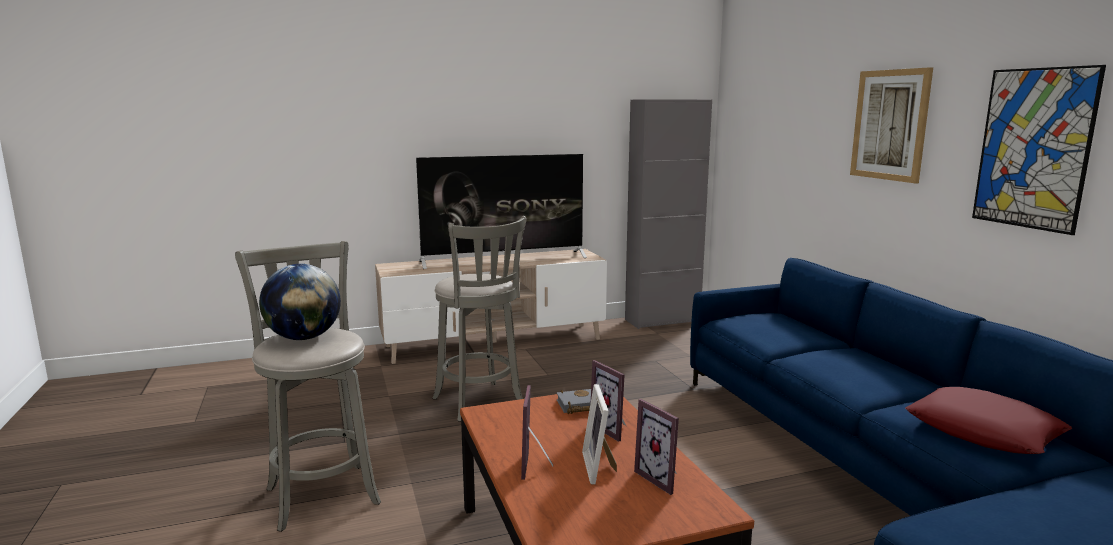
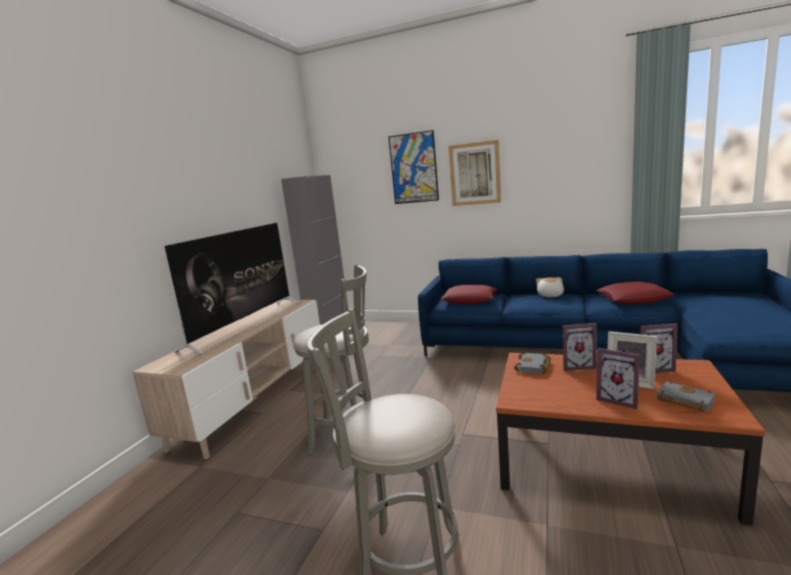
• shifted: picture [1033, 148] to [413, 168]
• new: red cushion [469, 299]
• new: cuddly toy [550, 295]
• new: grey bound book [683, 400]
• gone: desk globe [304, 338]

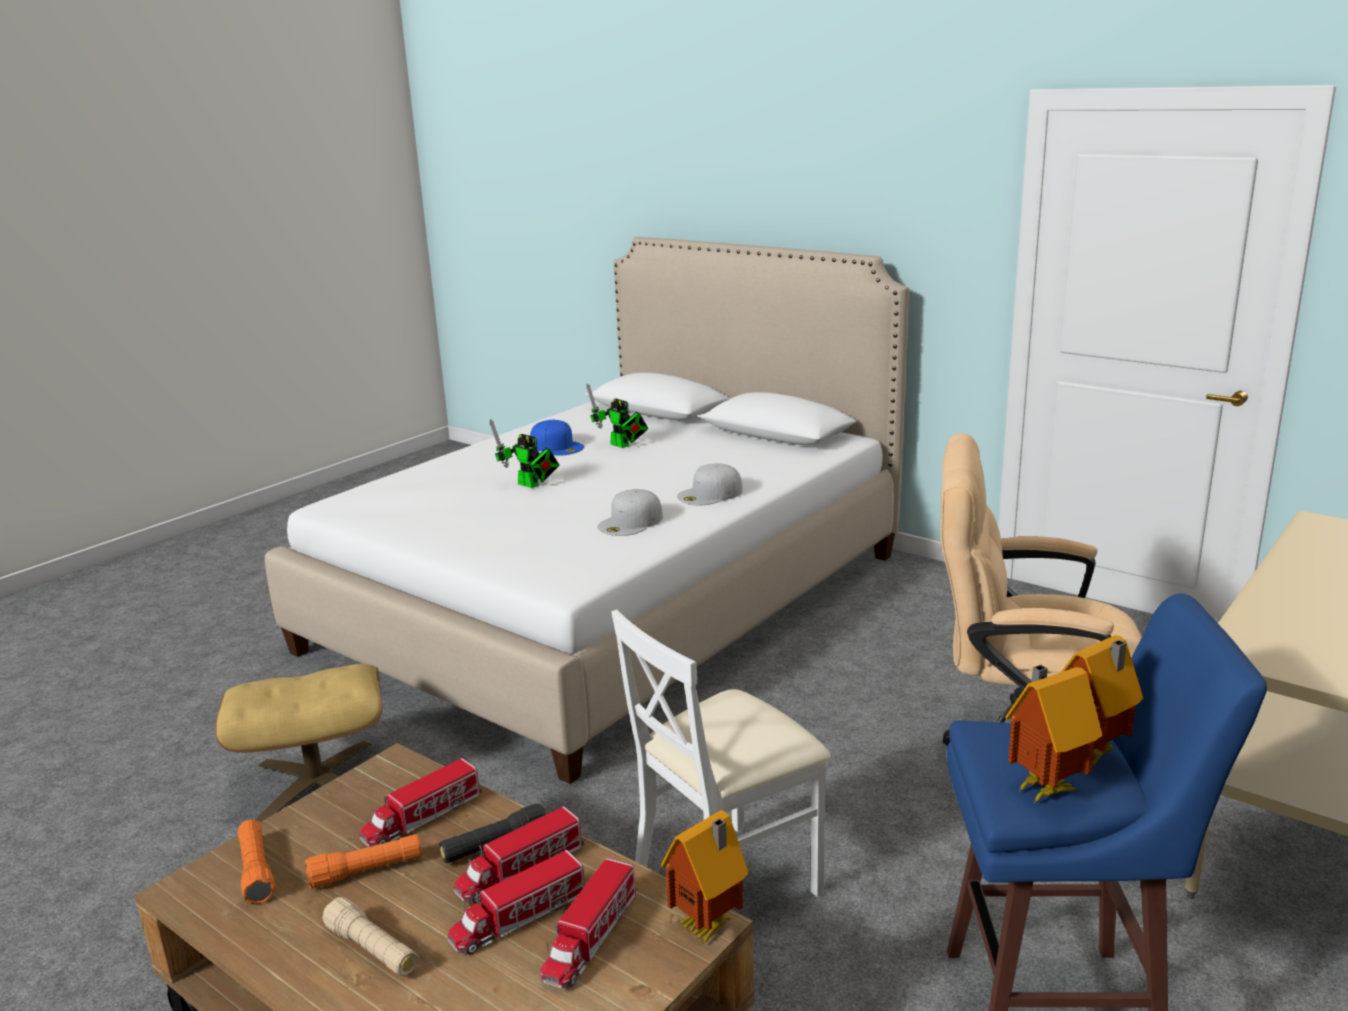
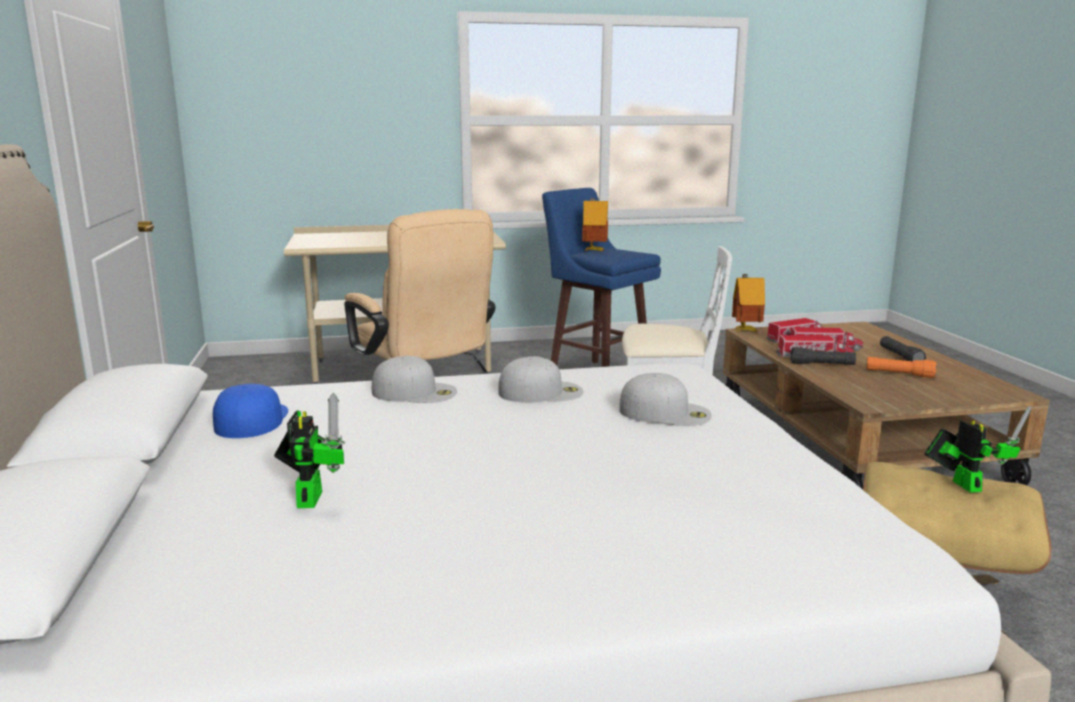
• shifted: blue peaked cap [557, 446] to [250, 420]
• new: whitish peaked cap [665, 412]
• repainted: beige flashlight [372, 950] to black flashlight [900, 357]
• shifted: robot figure [531, 485] to [963, 484]
• gone: orangey flashlight [256, 871]
• gone: model truck [422, 818]
• gone: model house [1043, 788]

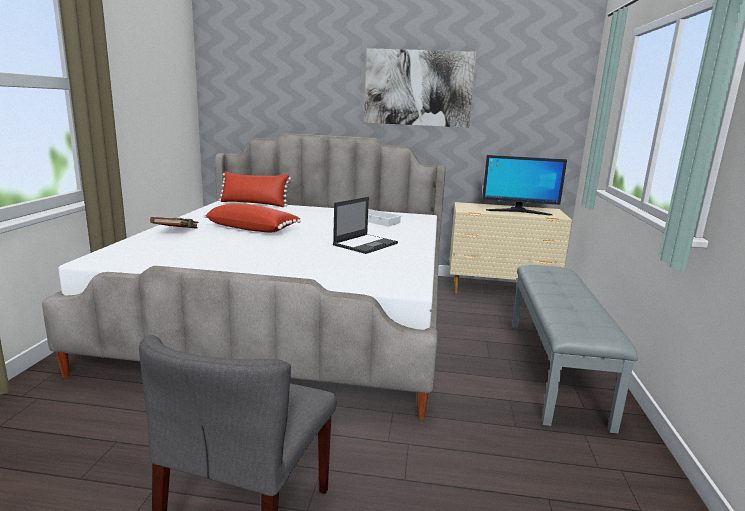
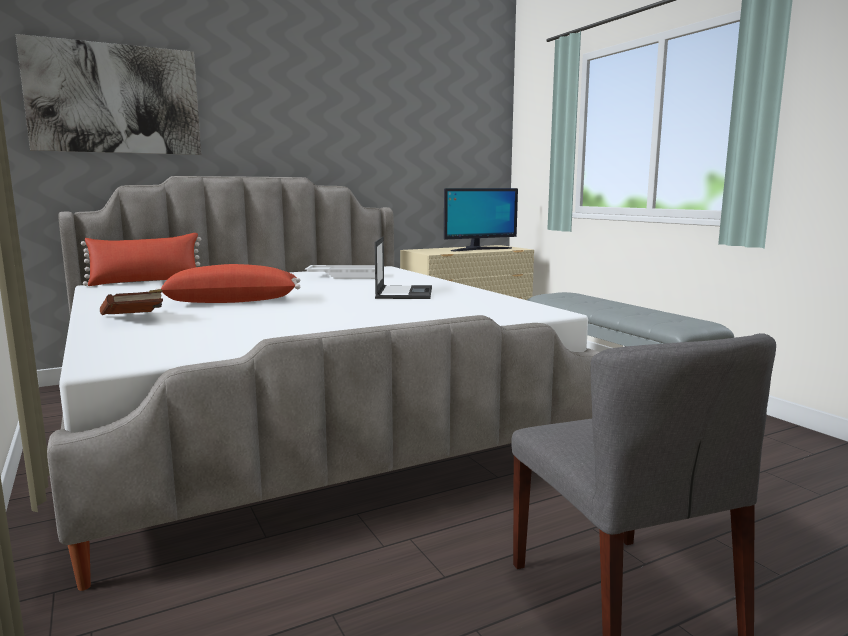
• shifted: picture [418, 88] to [115, 99]

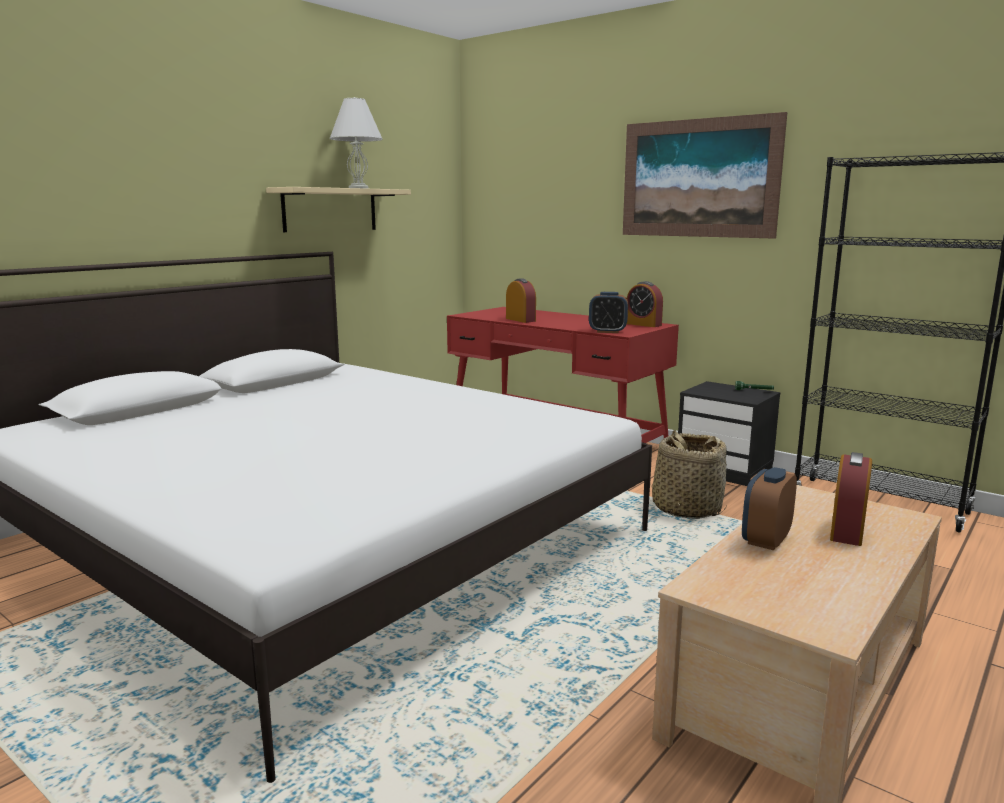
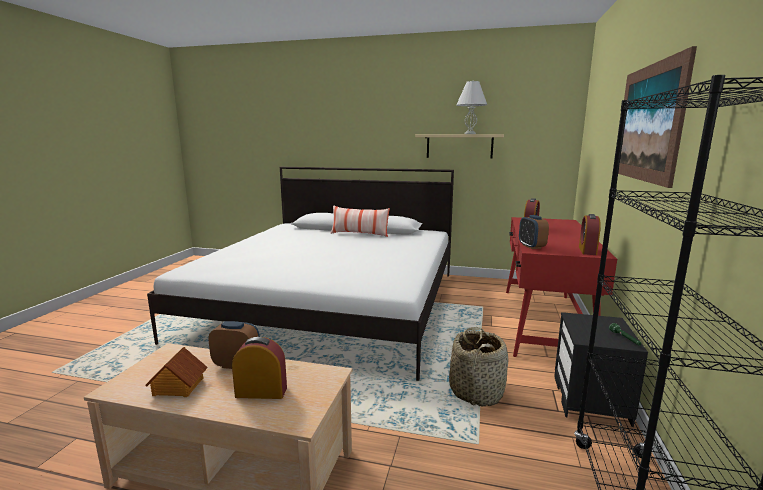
• new: model house [178, 387]
• new: cushion [359, 234]

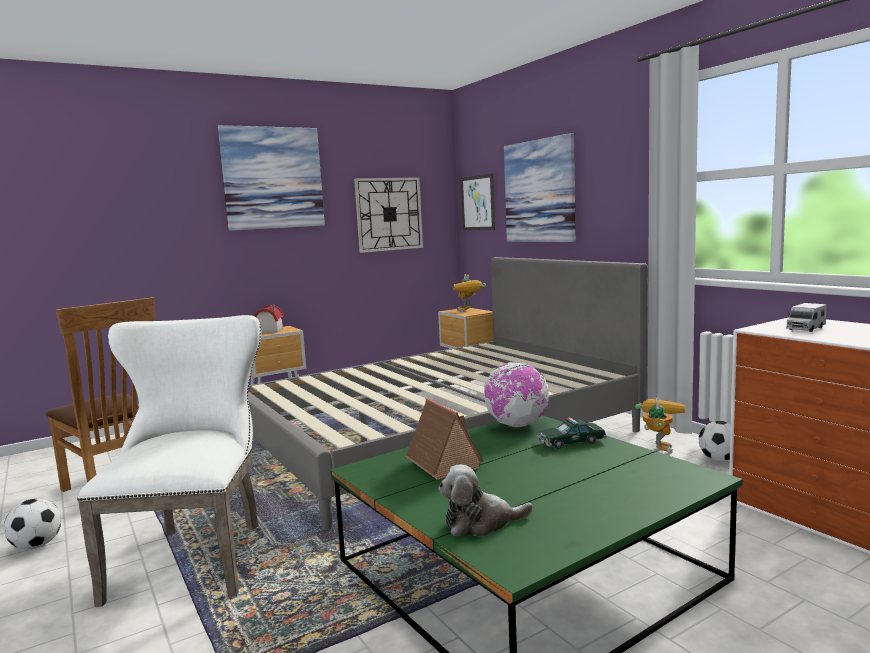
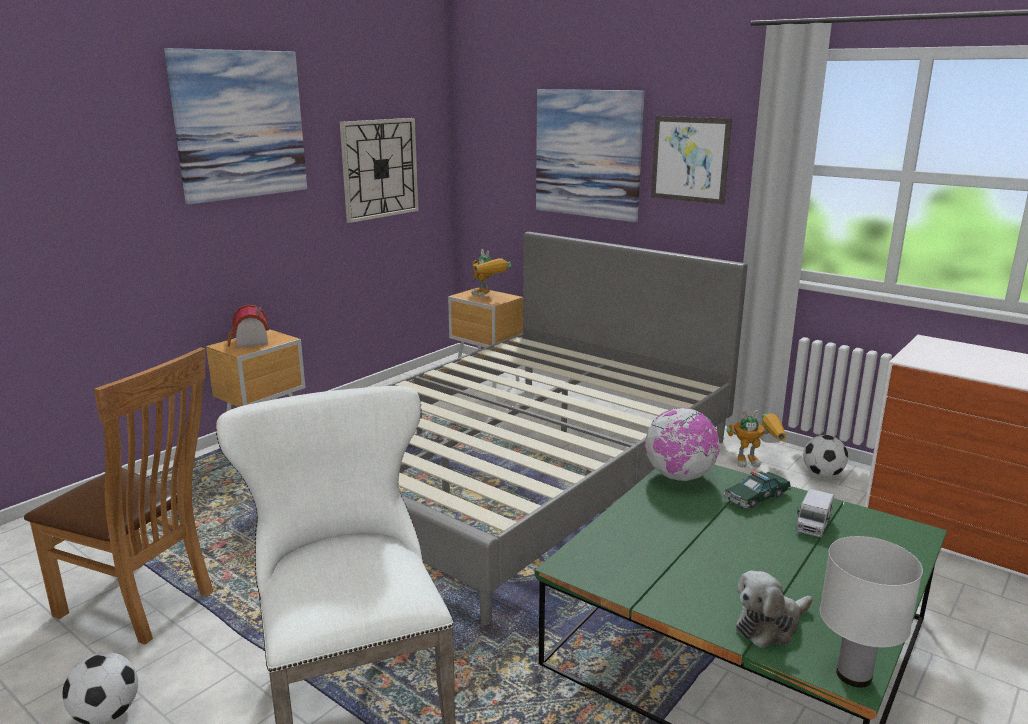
• shifted: picture [478, 203] to [690, 159]
• rotated: robot figure [658, 446] = [755, 461] 90 degrees clockwise
• shifted: model truck [805, 328] to [813, 525]
• new: whitish lamp for a table [854, 676]
• gone: model house [442, 463]

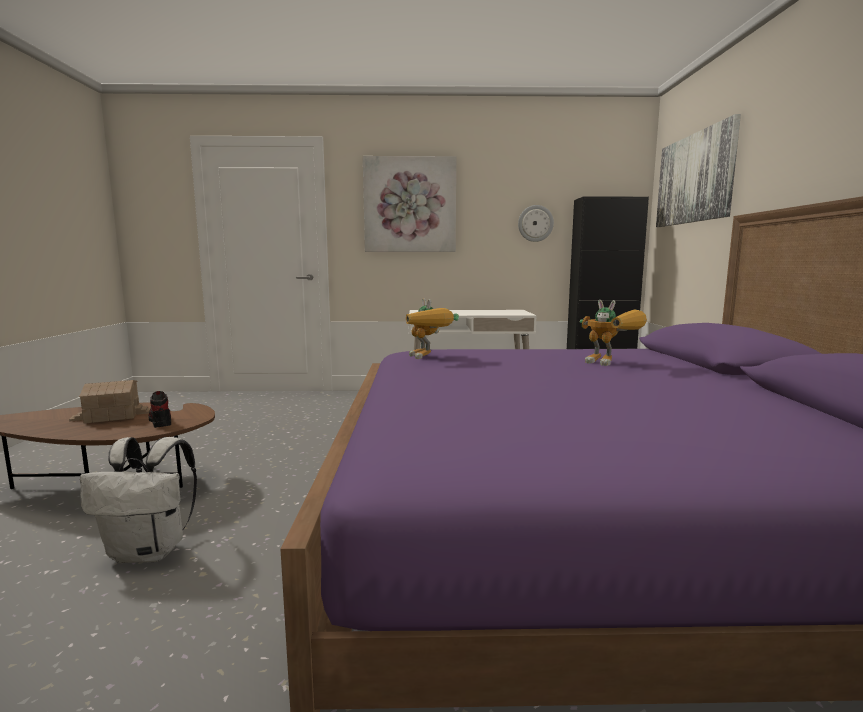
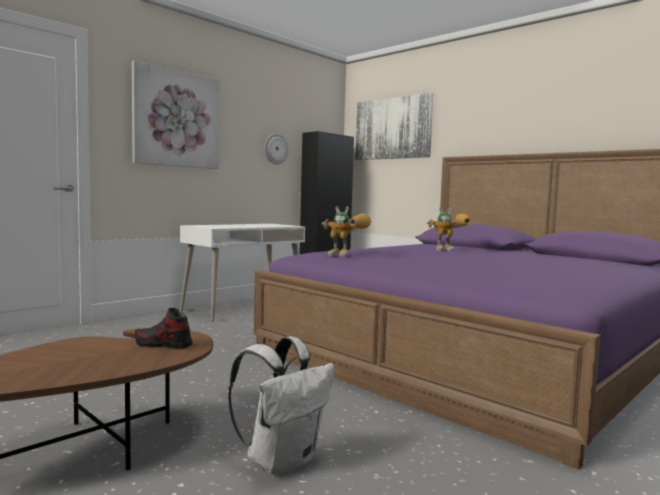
• gone: model house [113, 415]

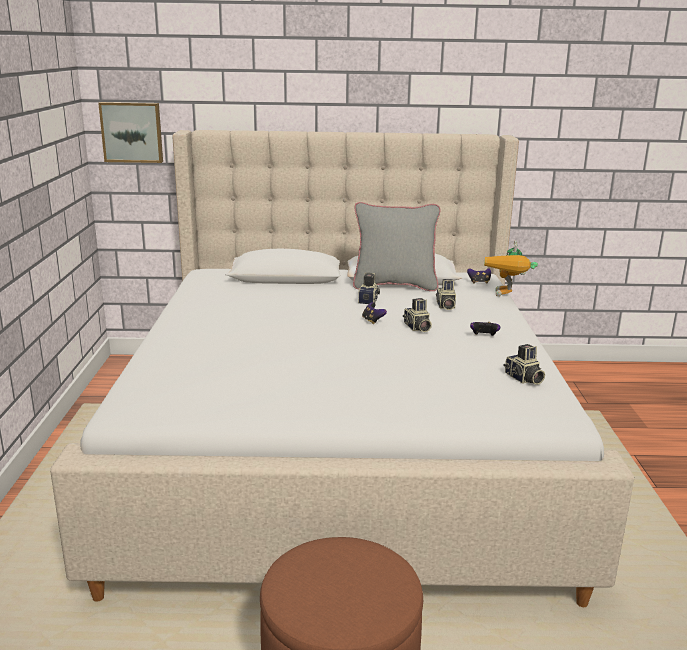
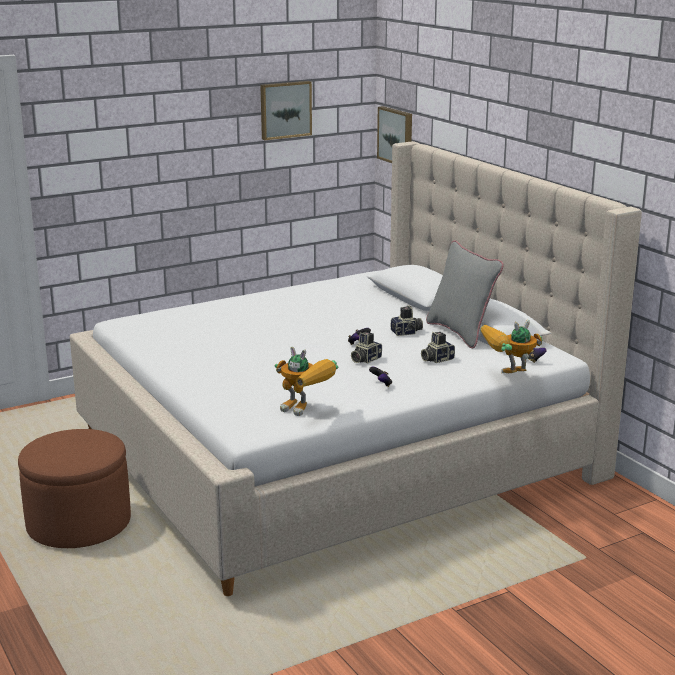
• new: picture [285, 109]
• swapped: photo camera [523, 379] to robot figure [306, 411]

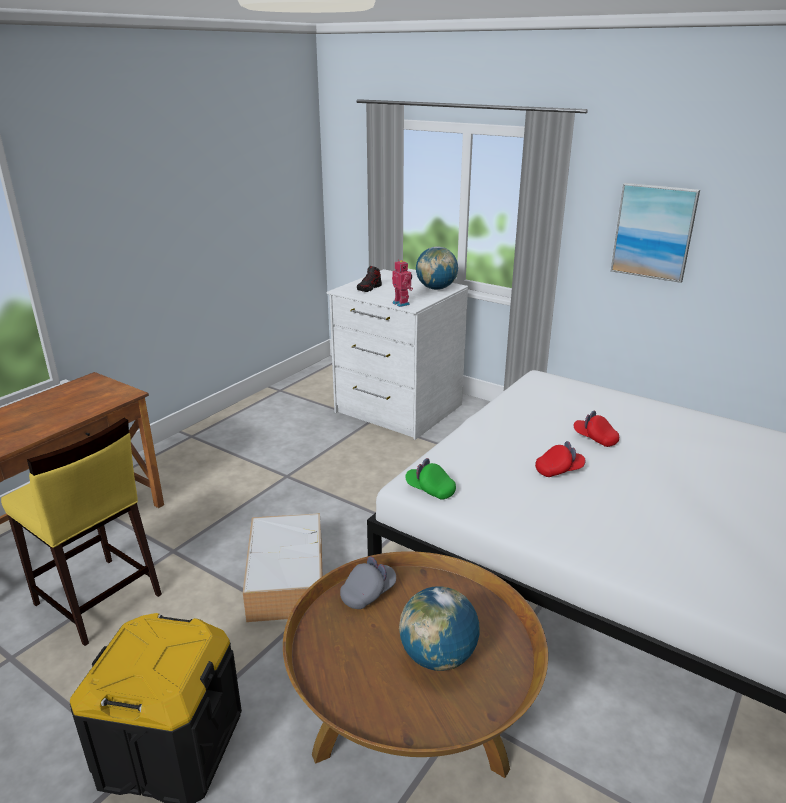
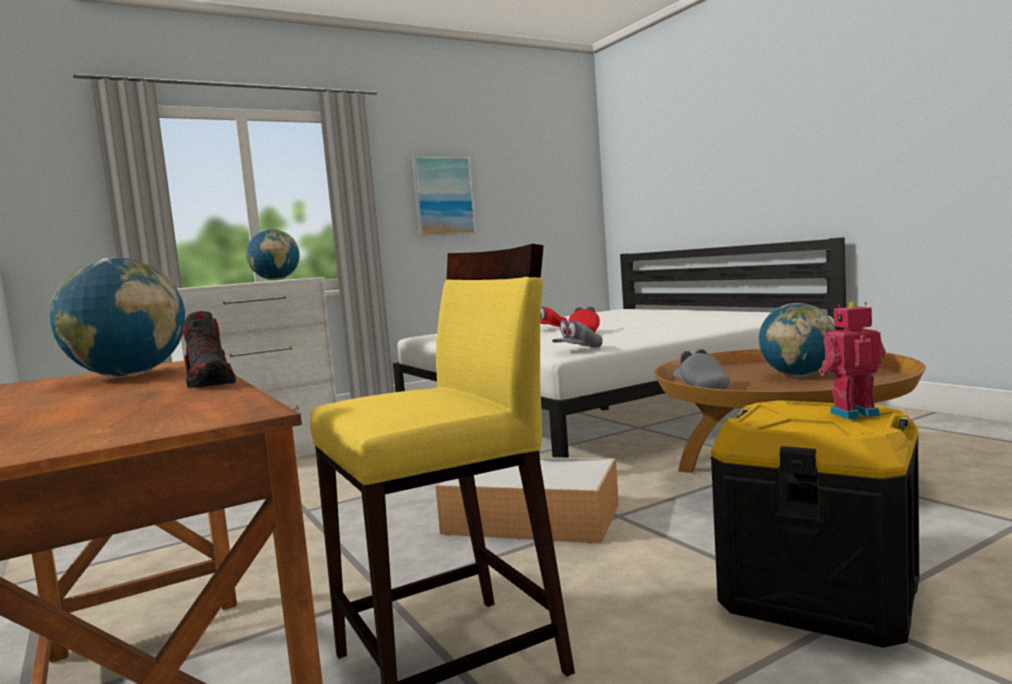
• new: desk globe [129, 376]
• shifted: low shoe [369, 288] to [210, 382]
• repainted: greenish peaked cap [430, 490] to grey peaked cap [578, 350]
• shifted: robot figure [402, 303] to [852, 413]

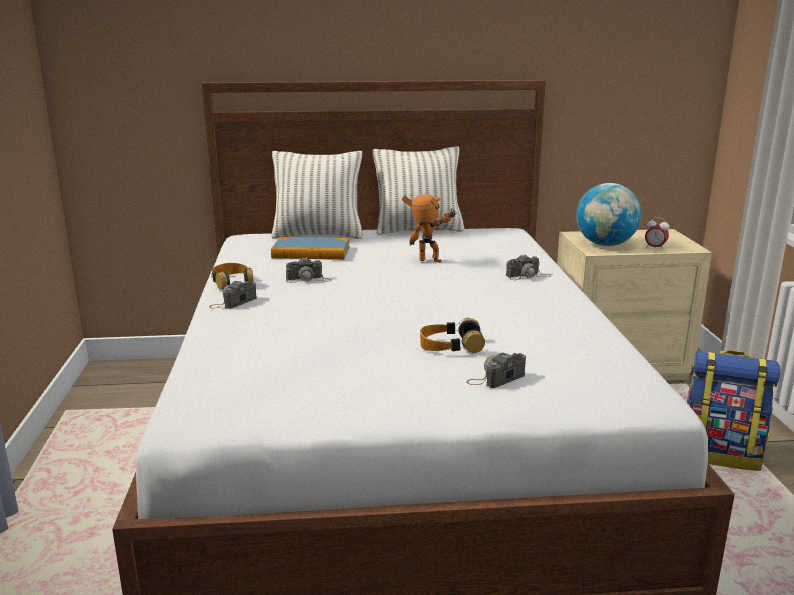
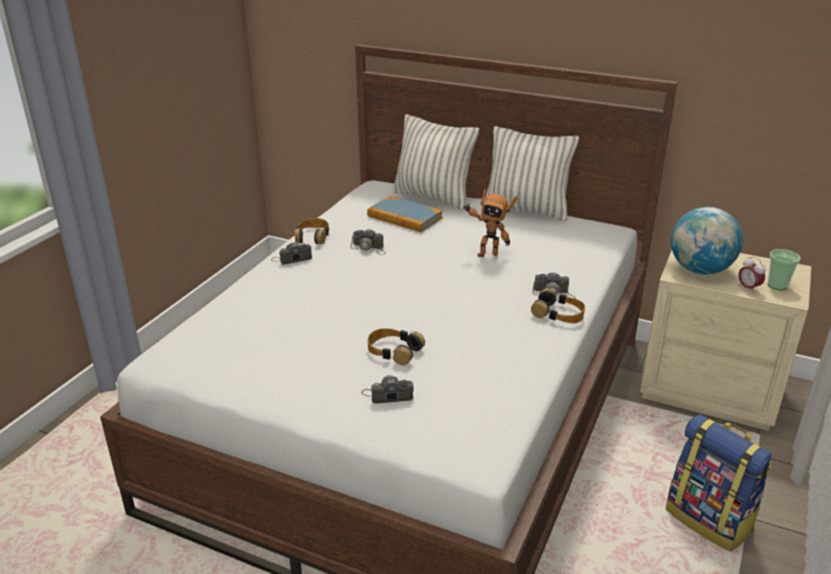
• rotated: robot figure [429, 262] = [487, 254] 135 degrees clockwise
• new: pair of headphones [558, 314]
• new: small cup [777, 285]

